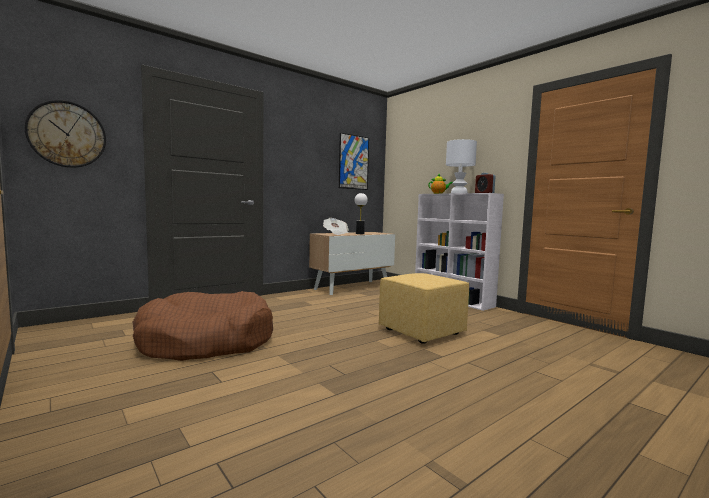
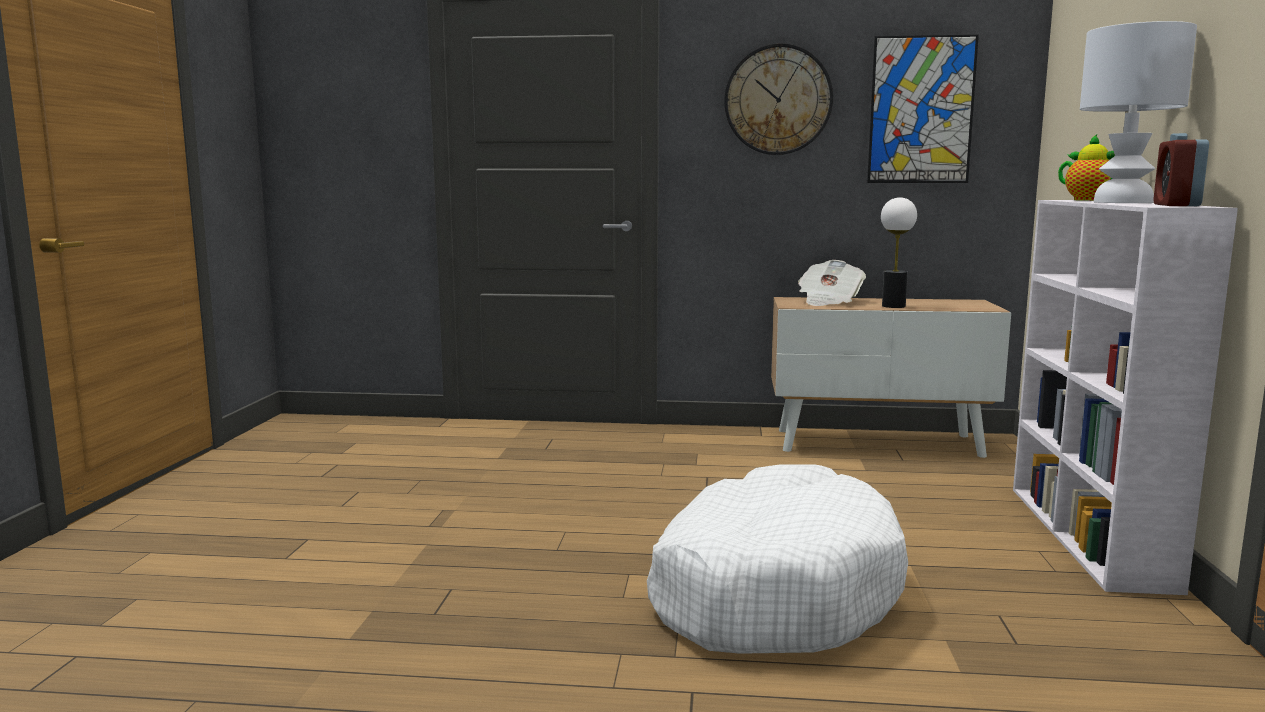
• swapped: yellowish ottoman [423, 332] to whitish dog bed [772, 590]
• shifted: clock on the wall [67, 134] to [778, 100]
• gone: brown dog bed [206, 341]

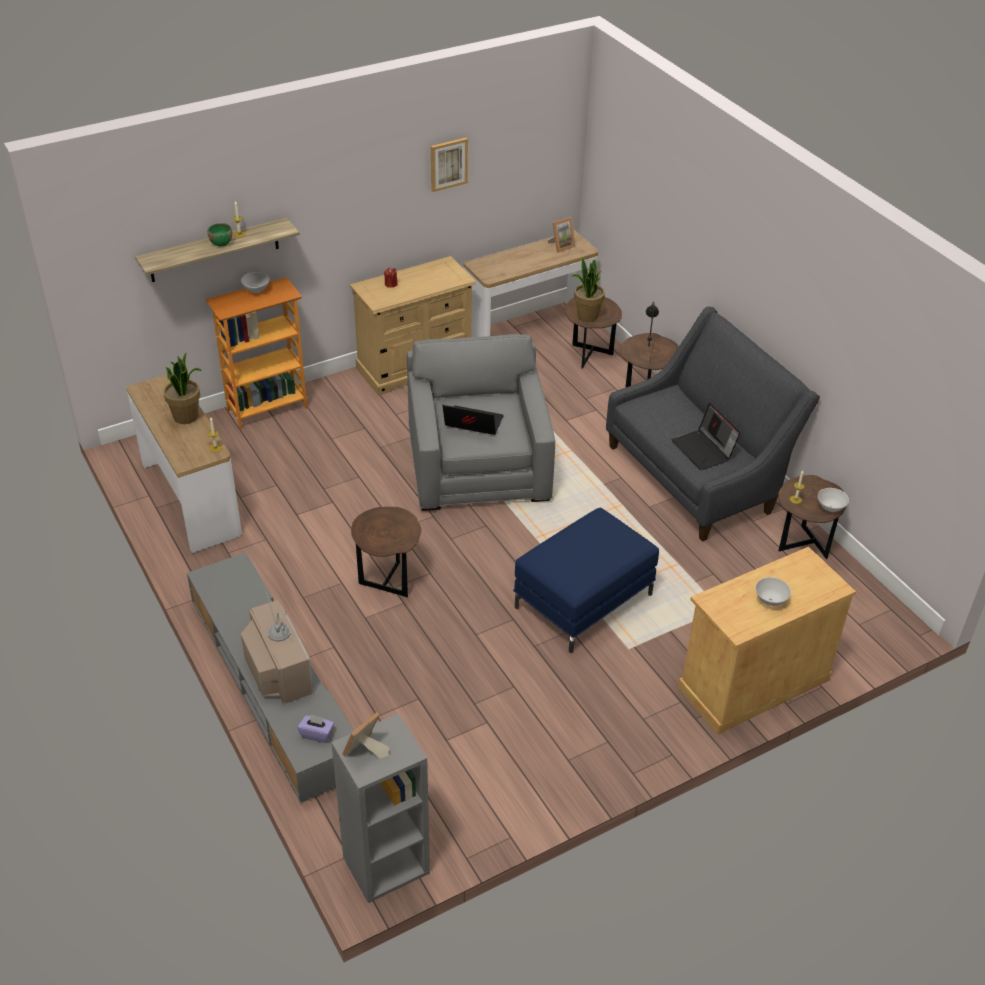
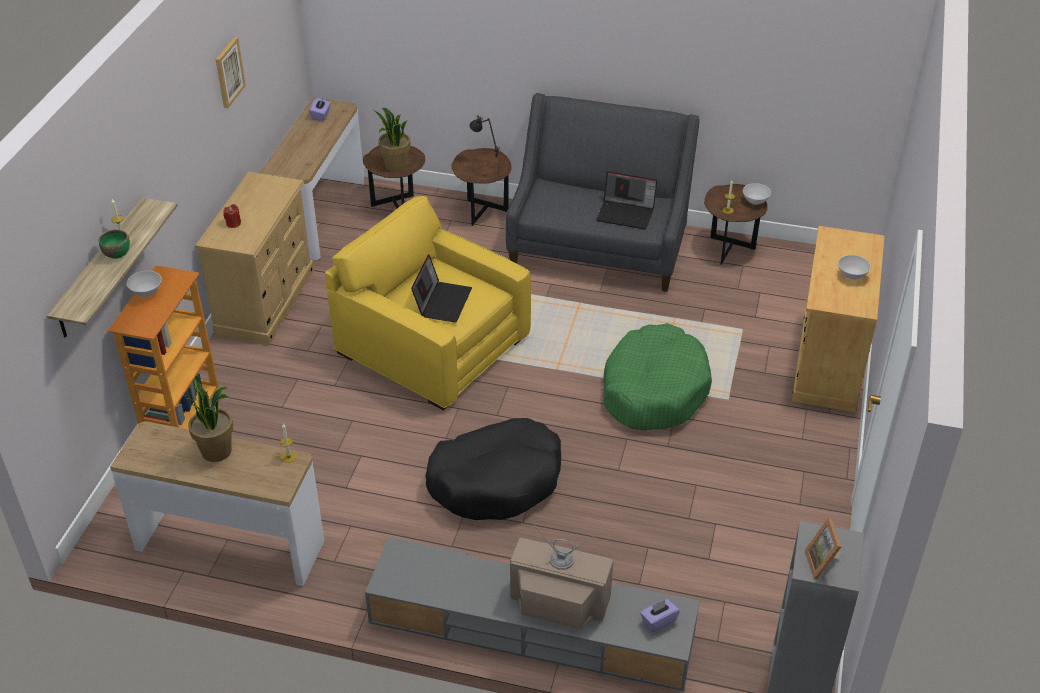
• swapped: photo frame [561, 246] to purple tissue box [321, 115]
• repainted: grey armchair [478, 463] to yellowish armchair [432, 344]
• rotated: portable computer [472, 424] = [442, 301] 135 degrees clockwise
• swapped: brown accent table [388, 579] to black dog bed [496, 480]
• swapped: blue ottoman [583, 601] to greenish dog bed [654, 390]

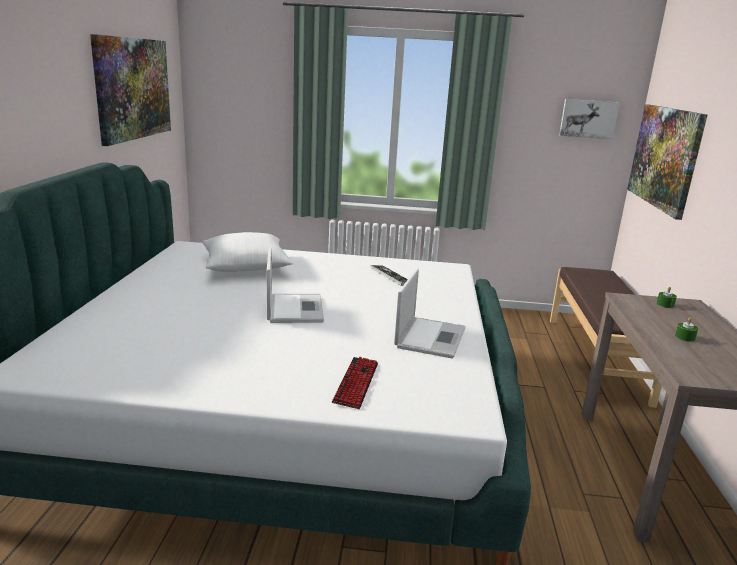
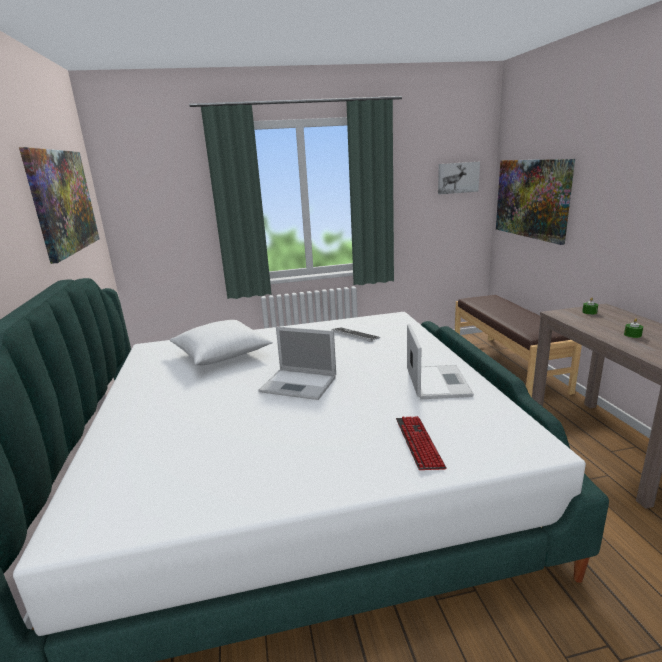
• rotated: portable computer [294, 308] = [300, 384] 135 degrees clockwise

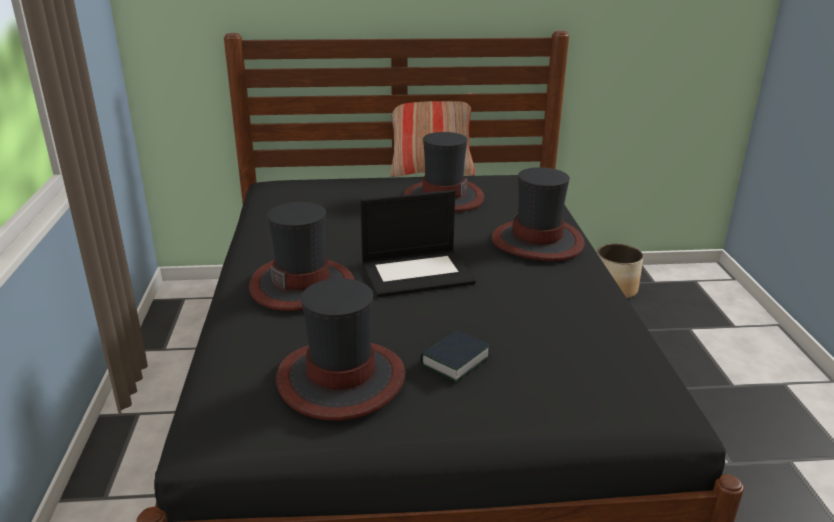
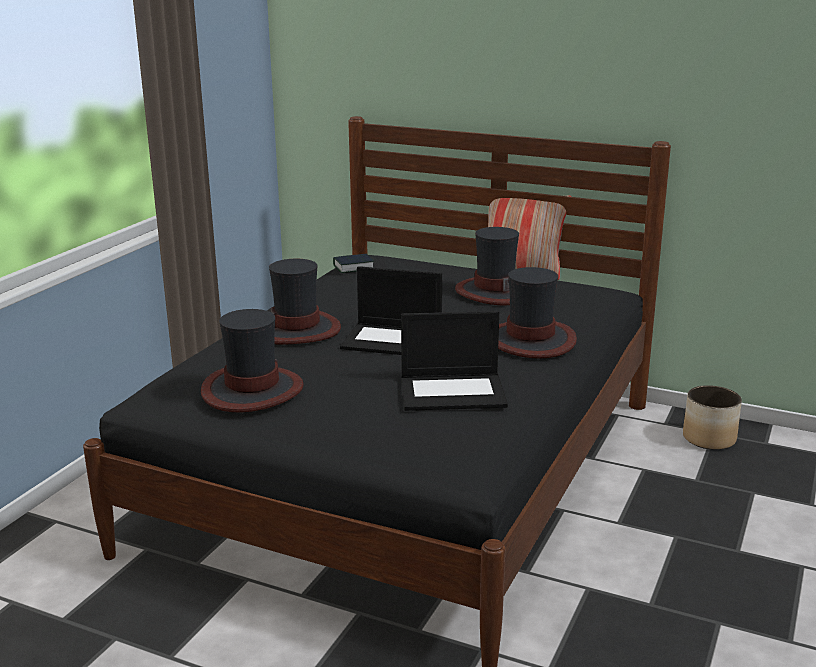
• shifted: bound book [455, 361] to [353, 267]
• new: portable computer [453, 392]

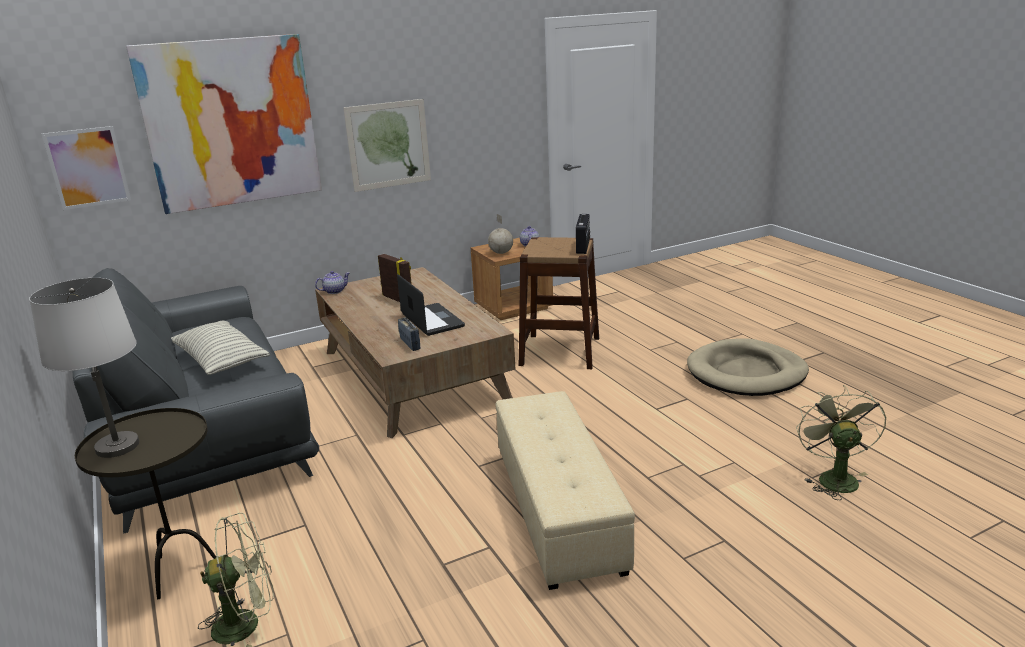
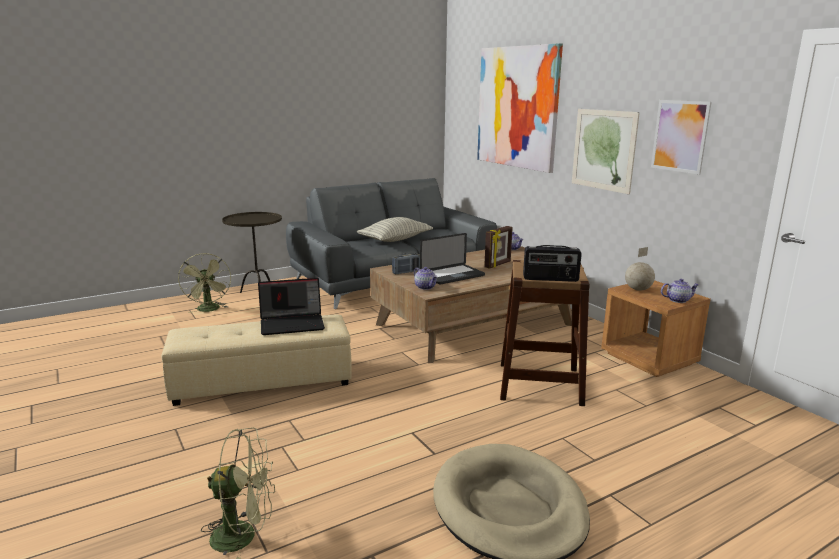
• new: portable computer [293, 323]
• new: teapot [425, 287]
• shifted: picture [87, 167] to [680, 136]
• gone: whitish lamp for a table [117, 447]

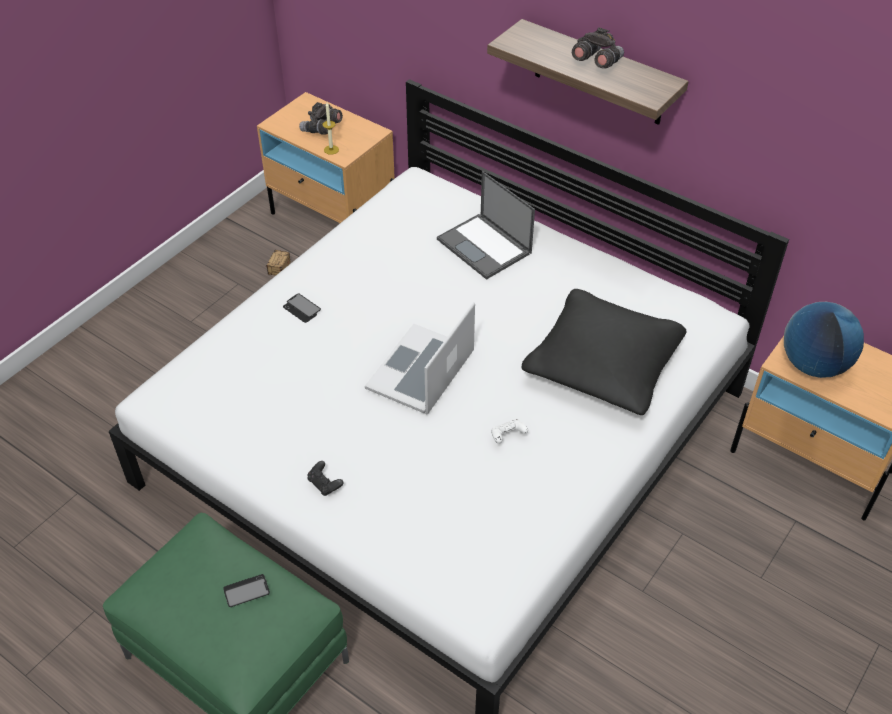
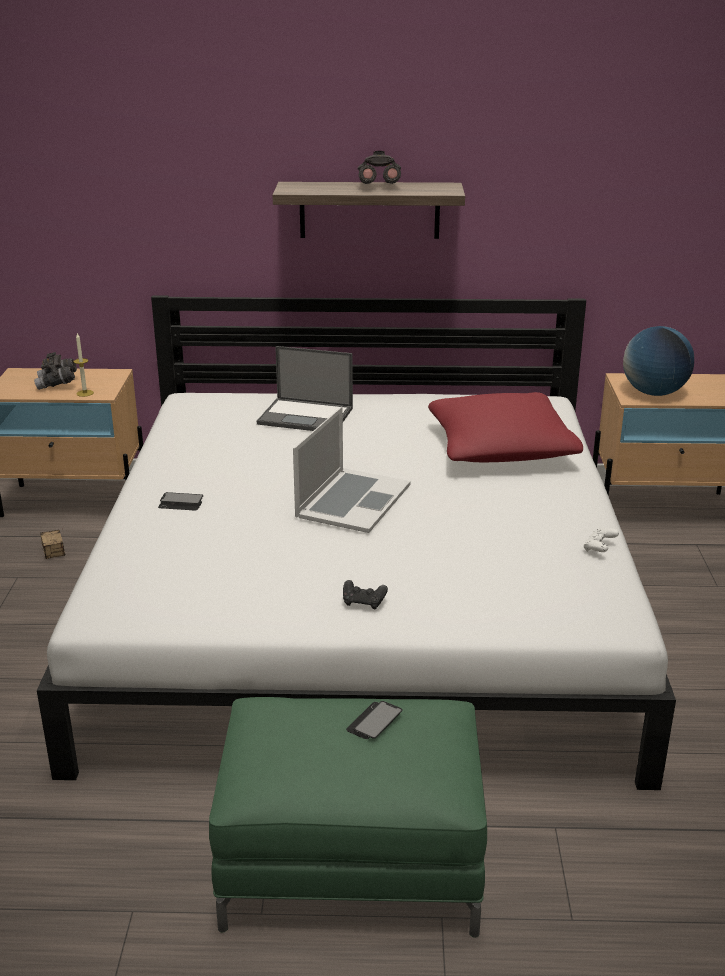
• rotated: portable computer [421, 369] = [352, 500] 150 degrees counterclockwise
• repainted: black cushion [603, 365] to red cushion [500, 449]
• shifted: whitish gamepad [507, 436] to [599, 548]

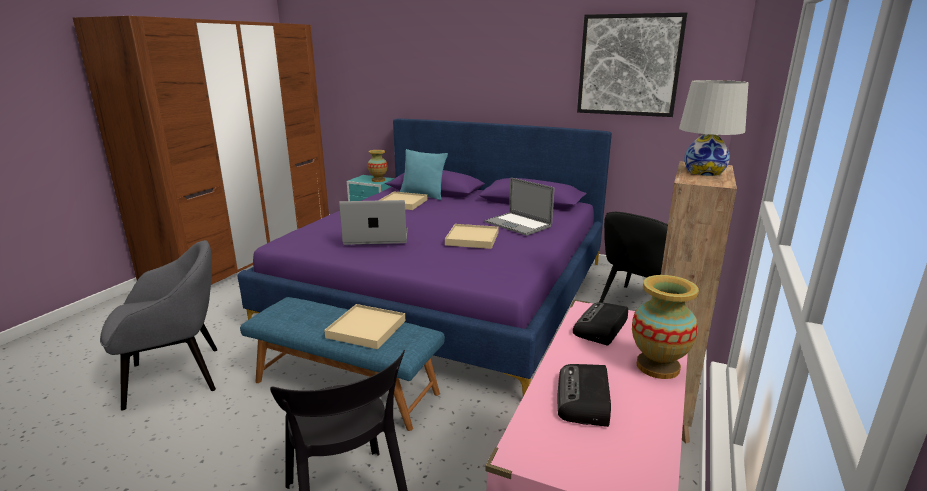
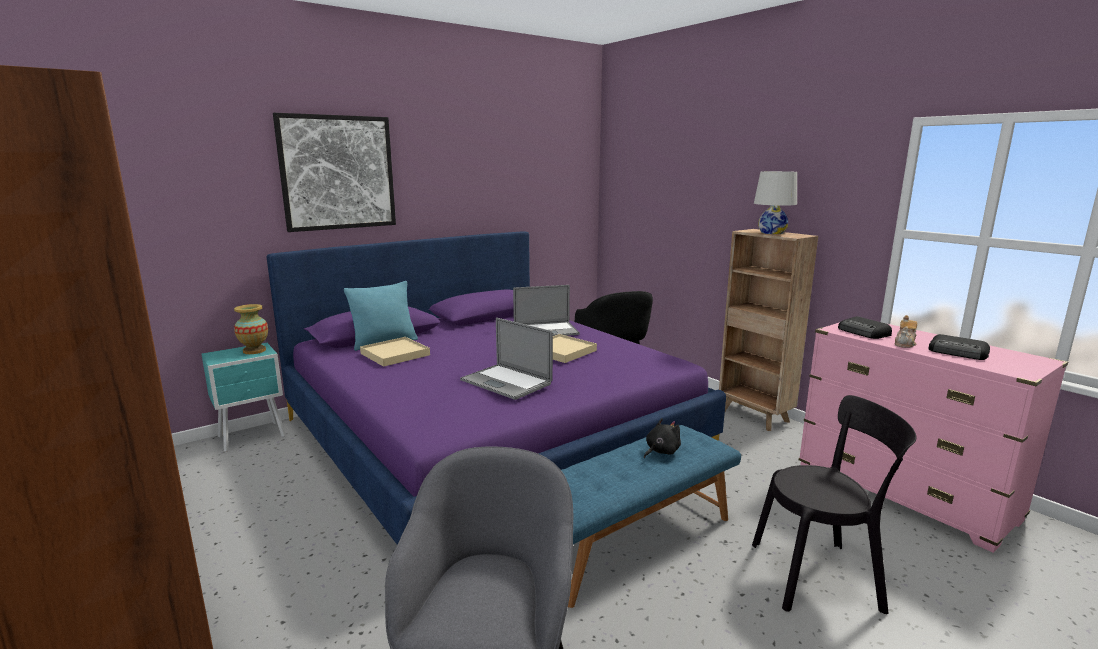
• shifted: picture [629, 65] to [338, 173]
• rotated: portable computer [376, 237] = [506, 382] 75 degrees counterclockwise
• swapped: beige carrying tray [366, 329] to black cuddly toy [661, 451]
• new: teapot [905, 344]
• gone: vase [657, 366]

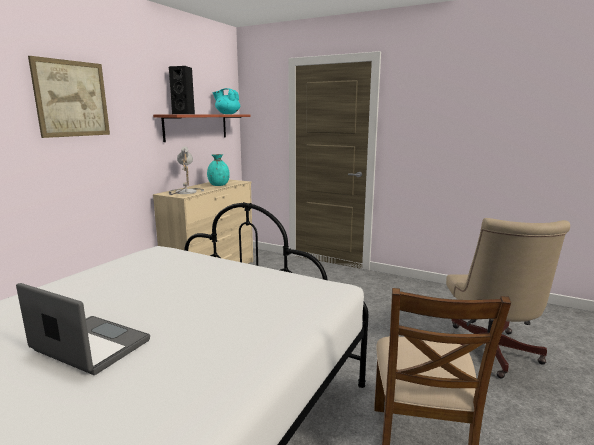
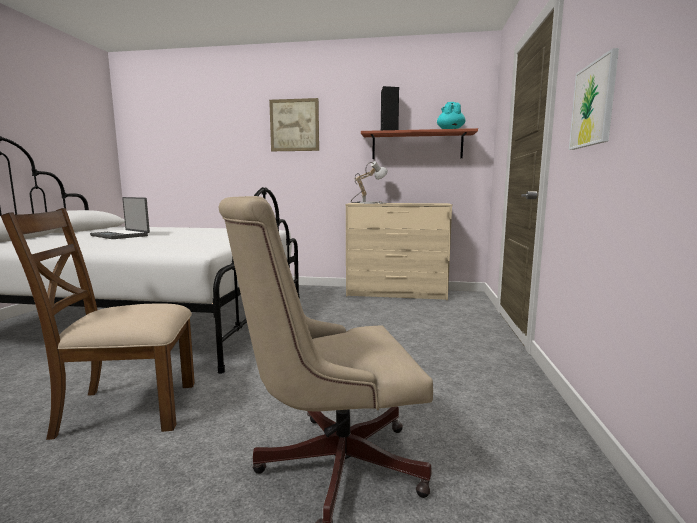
• rotated: portable computer [89, 347] = [121, 236] 120 degrees clockwise
• new: picture [593, 104]
• gone: blue-green vase [219, 185]

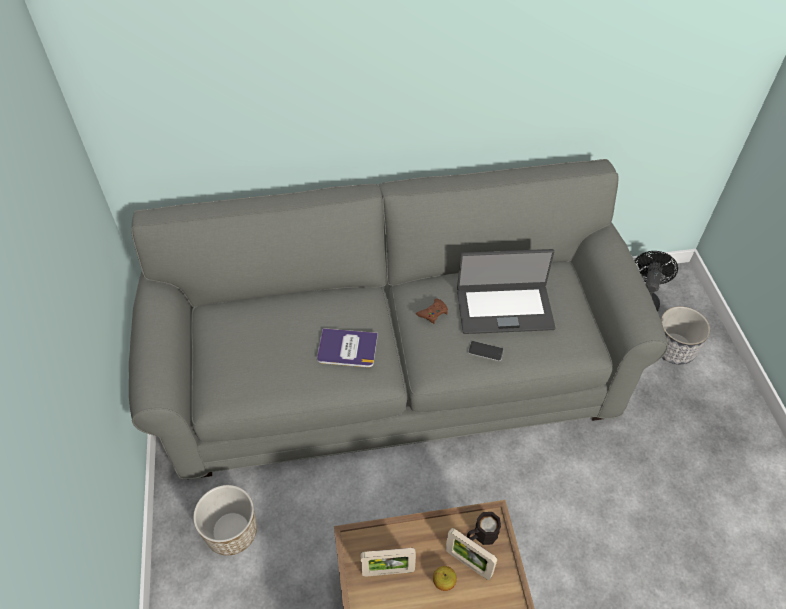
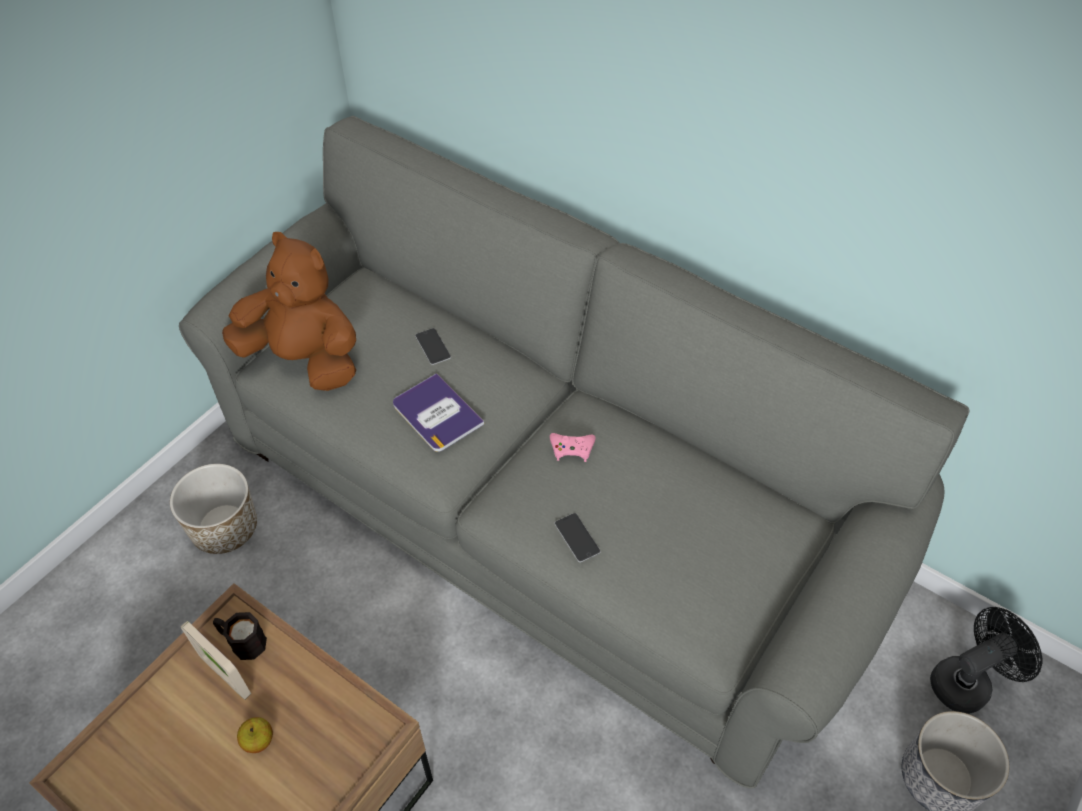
• shifted: black coffee mug [481, 535] to [242, 642]
• new: brown cuddly toy [304, 359]
• new: phone [433, 346]
• repainted: brown gamepad [433, 313] to pinkish gamepad [572, 448]
• gone: photo frame [468, 563]
• gone: portable computer [504, 308]

